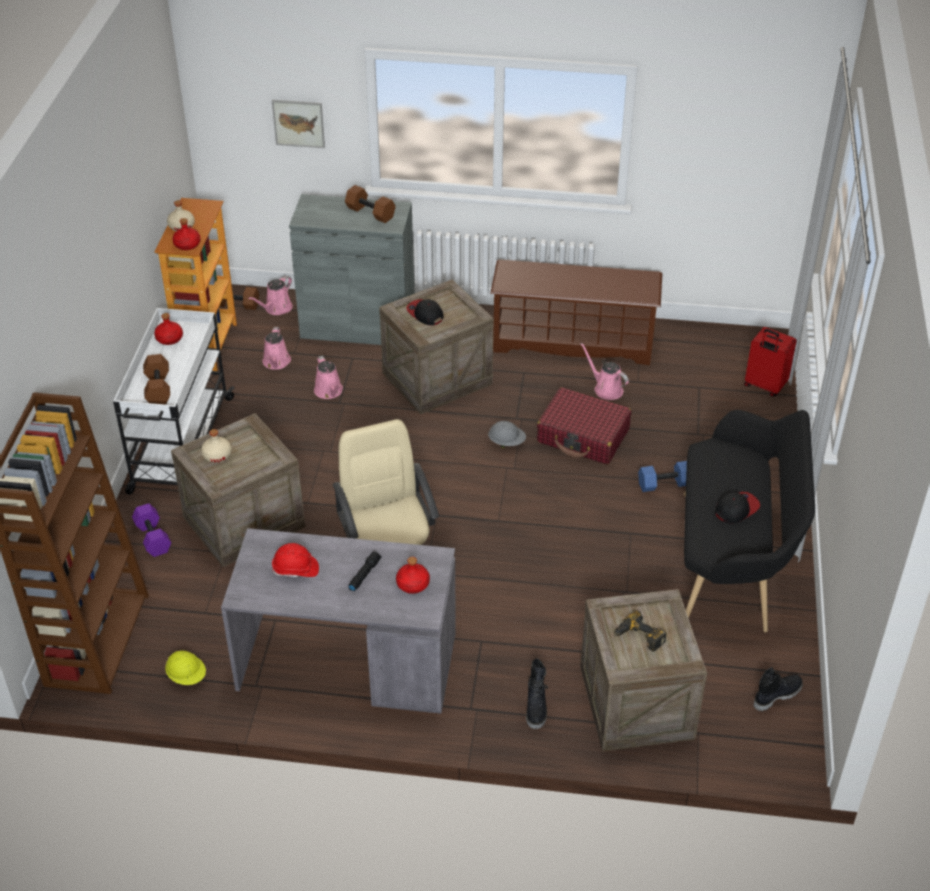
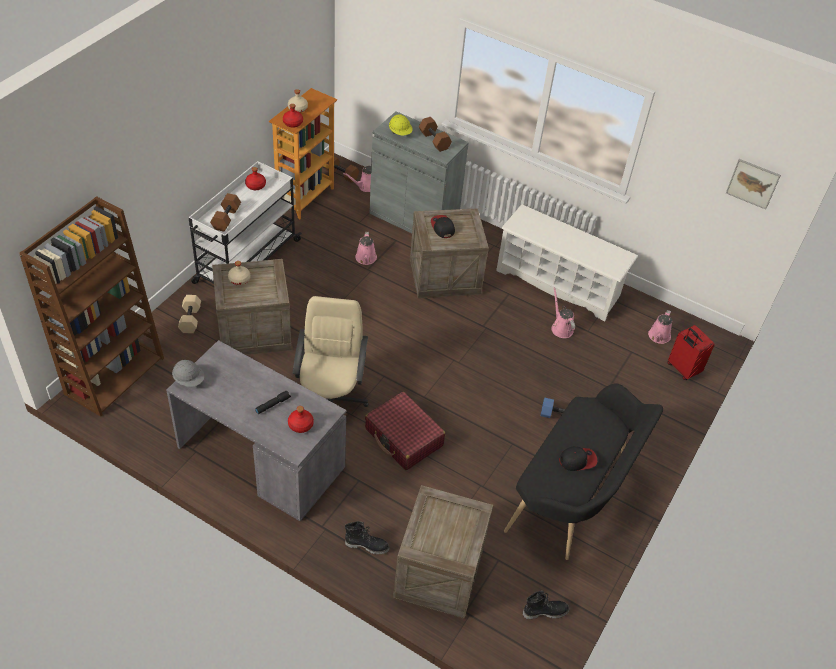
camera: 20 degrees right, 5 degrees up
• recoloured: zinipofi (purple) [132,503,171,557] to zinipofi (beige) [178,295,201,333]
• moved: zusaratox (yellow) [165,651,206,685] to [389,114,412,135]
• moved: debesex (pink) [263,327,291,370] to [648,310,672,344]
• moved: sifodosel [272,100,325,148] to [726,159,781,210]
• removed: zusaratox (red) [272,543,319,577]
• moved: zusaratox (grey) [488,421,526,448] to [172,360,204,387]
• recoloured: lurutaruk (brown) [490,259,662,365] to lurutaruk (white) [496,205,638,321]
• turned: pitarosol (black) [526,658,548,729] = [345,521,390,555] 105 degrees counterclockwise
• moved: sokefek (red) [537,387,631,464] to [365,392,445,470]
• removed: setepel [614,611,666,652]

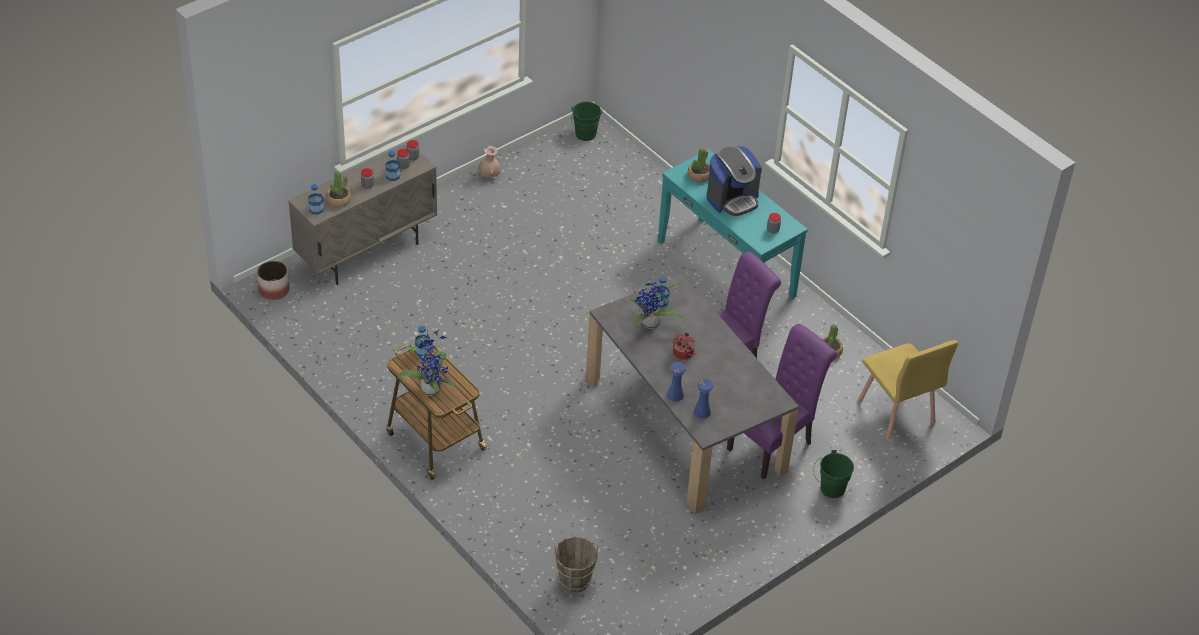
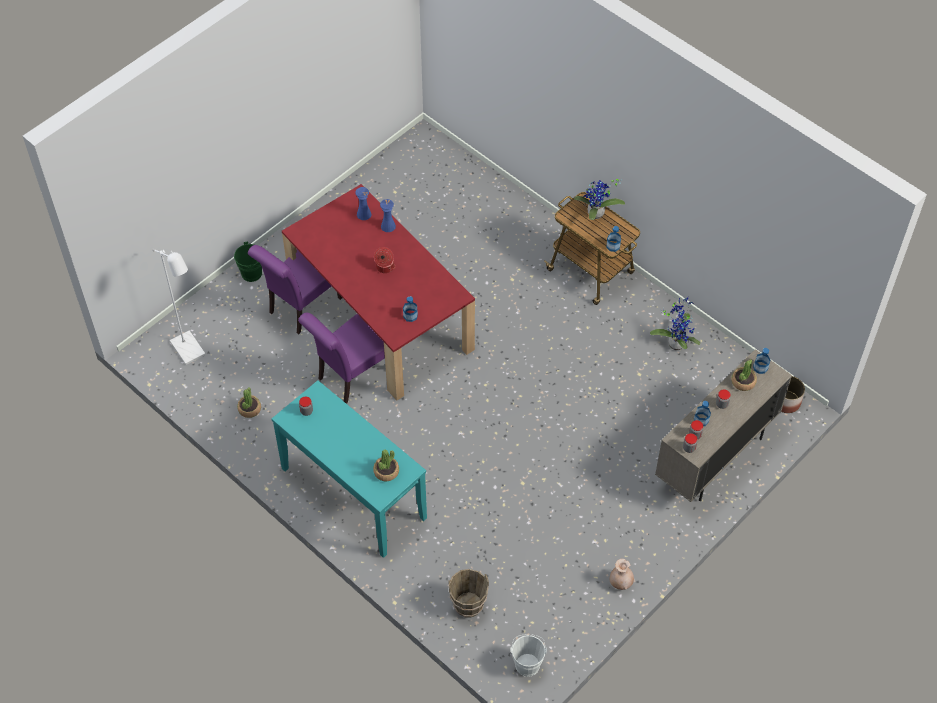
camera: 175 degrees right, 10 degrees up
• moved: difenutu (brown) [555,536,598,593] to [449,569,489,618]
• recoloured: difenutu (green) [571,102,603,141] to difenutu (white) [510,634,547,677]
• recoloured: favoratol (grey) [586,274,799,514] to favoratol (red) [282,184,475,400]
• moved: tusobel [629,282,683,329] to [650,296,700,350]
• removed: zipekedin [707,145,762,216]
• replaced: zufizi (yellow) [858,340,958,440] to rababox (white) [152,248,206,365]

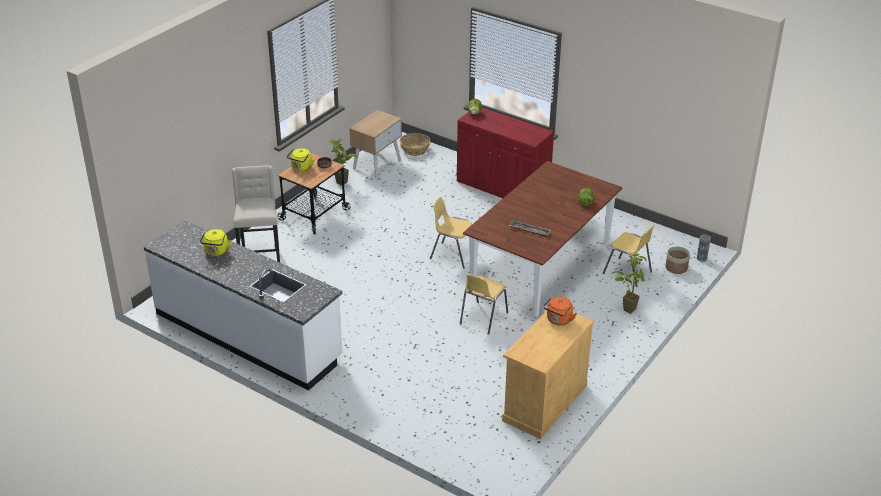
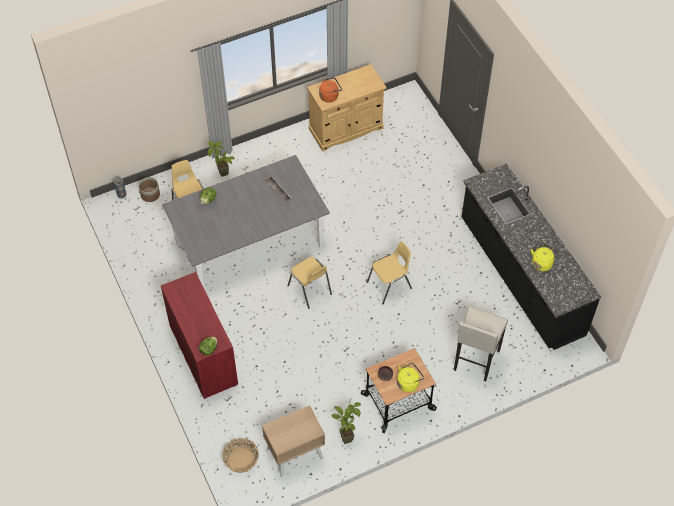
camera: 150 degrees left, 20 degrees up
• recoloured: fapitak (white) [144,220,342,391] to fapitak (black) [462,163,601,350]
• moved: zufizi (yellow) [460,274,508,335] to [367,241,412,304]
• recoloured: favoratol (brown) [463,161,622,317] to favoratol (grey) [162,155,330,289]

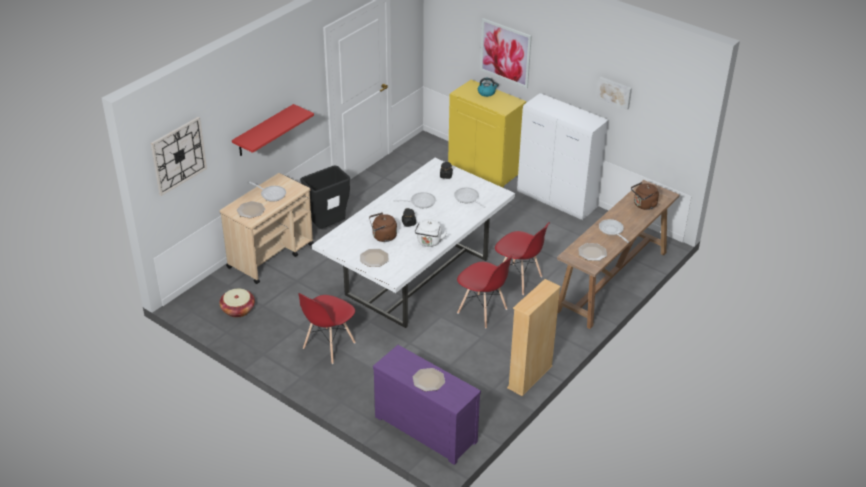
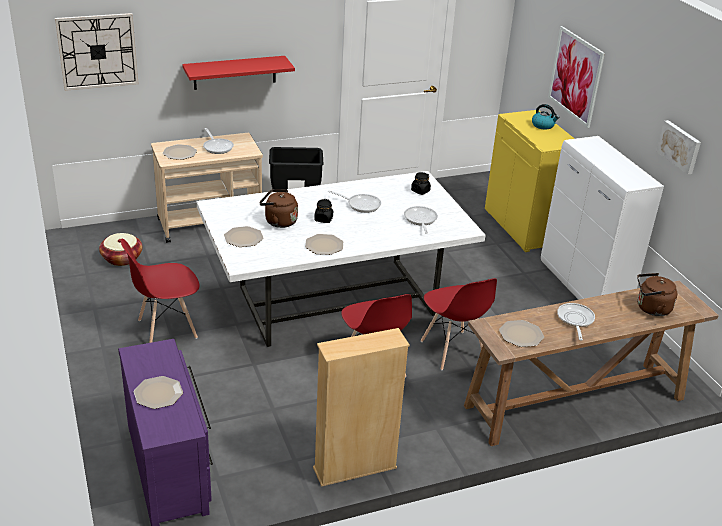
camera: 30 degrees right, 5 degrees down
• replaced: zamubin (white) [415,219,447,247] to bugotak [305,234,343,255]

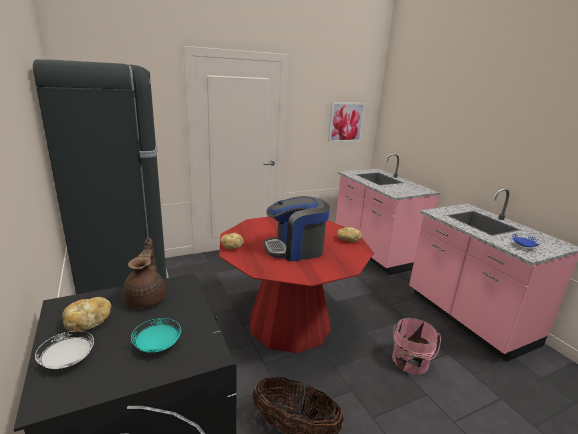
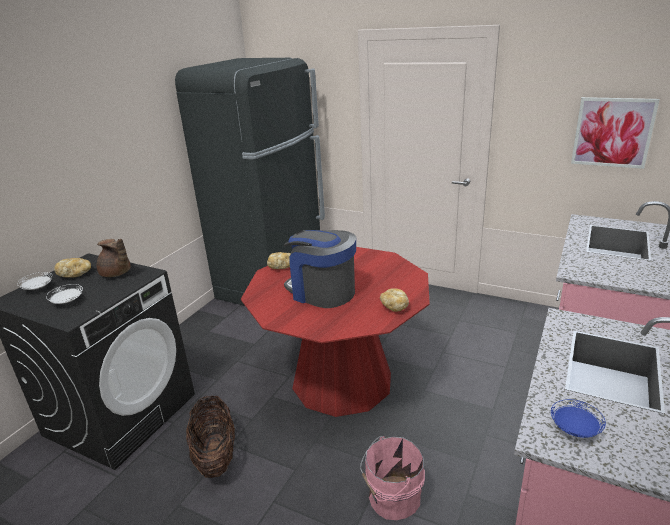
camera: 55 degrees right, 5 degrees up
• turned: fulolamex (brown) [123,238,166,308] = [96,239,131,277] 75 degrees clockwise
• recoloured: bugotak (turquoise) [131,318,181,353] to bugotak (white) [46,284,83,304]

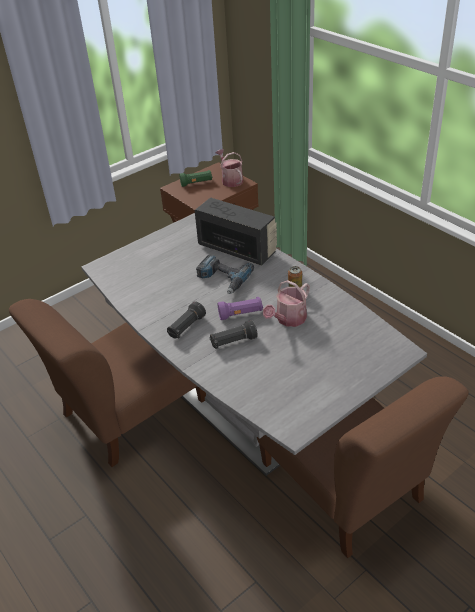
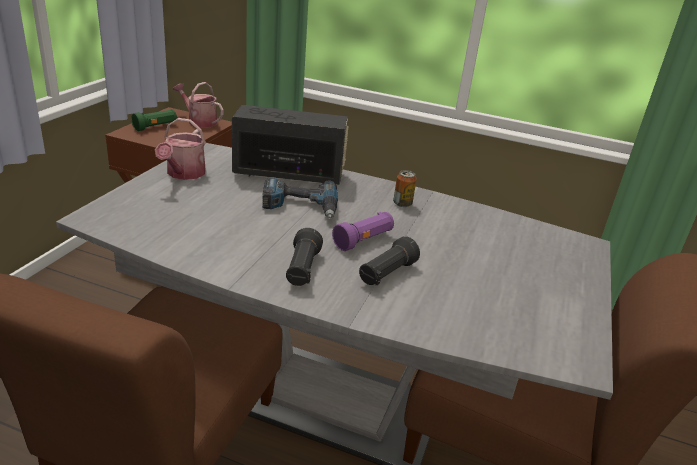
camera: 35 degrees left, 10 degrees down
• moved: debesex [263,280,310,327] to [155,118,206,180]

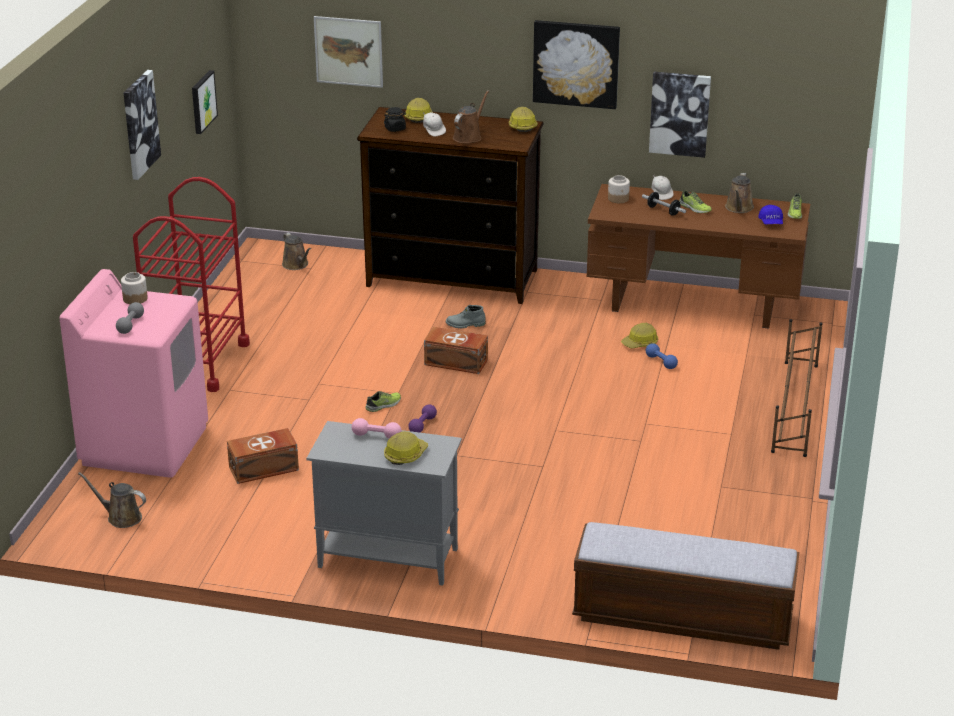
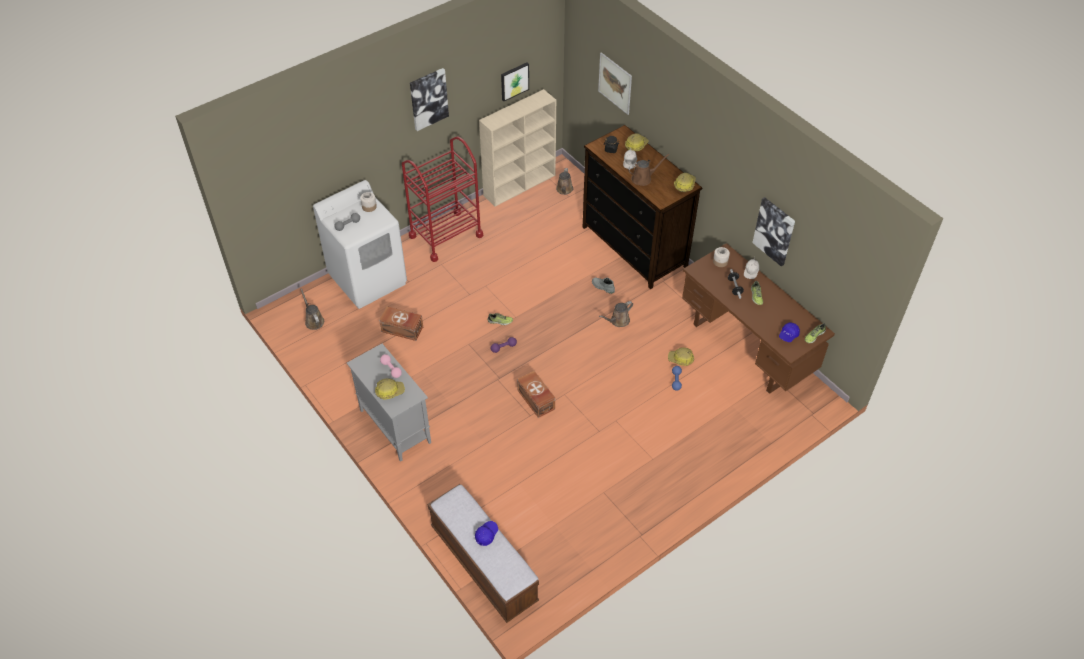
camera: 40 degrees right, 20 degrees up
• recoloured: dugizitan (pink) [60,269,208,478] to dugizitan (white) [313,180,407,309]
• moved: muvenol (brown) [424,327,488,374] to [517,371,555,418]
• removed: sifodosel [533,20,620,109]
• moved: debesex (brown) [725,173,754,213] to [599,301,633,327]
• removed: lurutaruk (brown) [771,319,823,457]
• added: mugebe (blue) [475,521,498,546]
• added: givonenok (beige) [479,89,556,207]

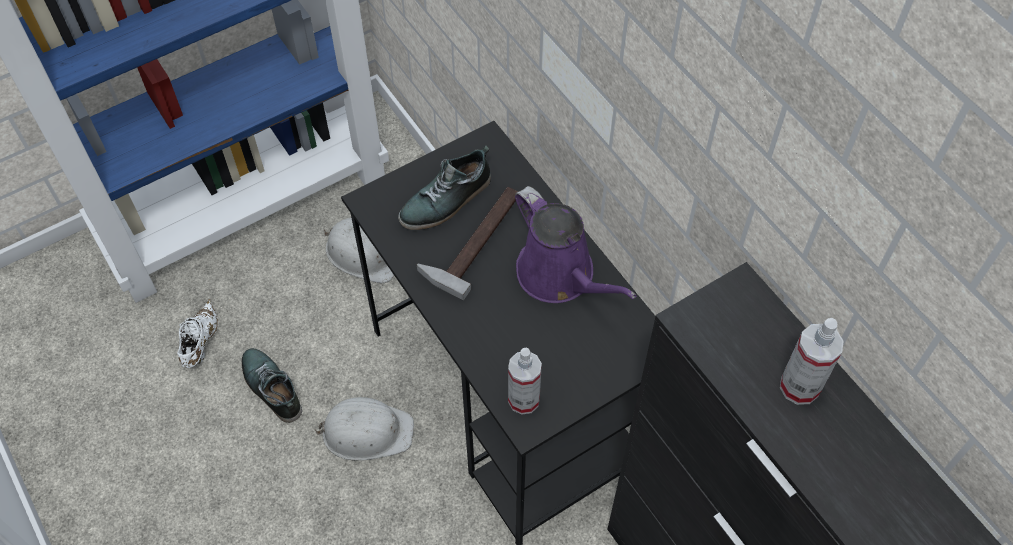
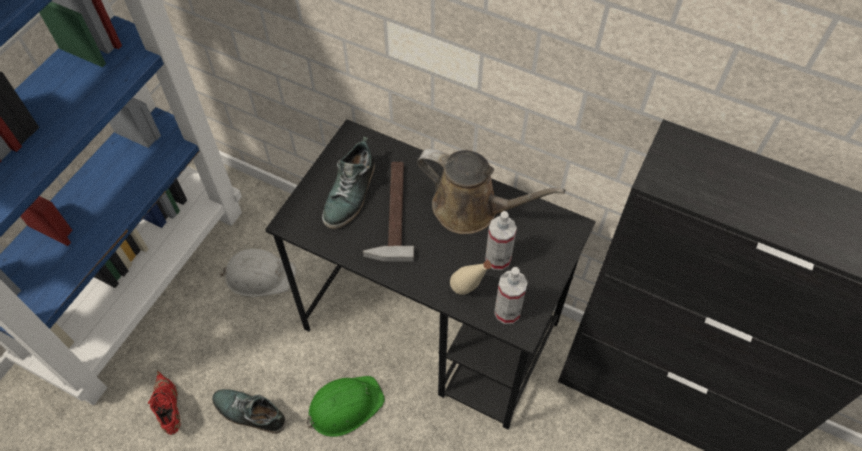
camera: 30 degrees left, 0 degrees up
• recoloured: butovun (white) [177,299,218,368] to butovun (red) [148,371,180,435]
• recoloured: zusaratox (white) [315,397,414,461] to zusaratox (green) [306,376,385,437]
• recoloured: debesex (purple) [515,186,637,303] to debesex (brown) [417,149,565,234]
• moved: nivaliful [780,318,844,405] to [485,211,517,270]
• added: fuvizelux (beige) [450,261,492,295]

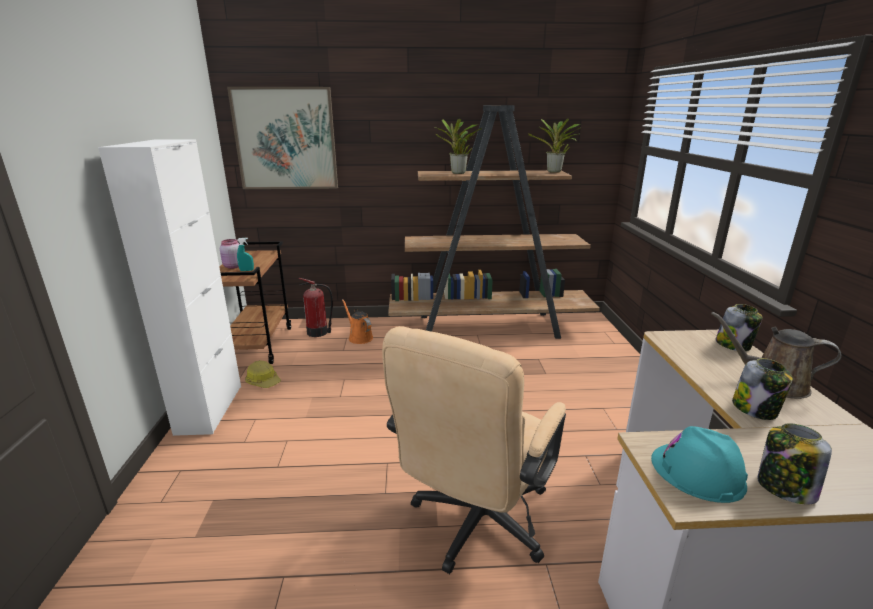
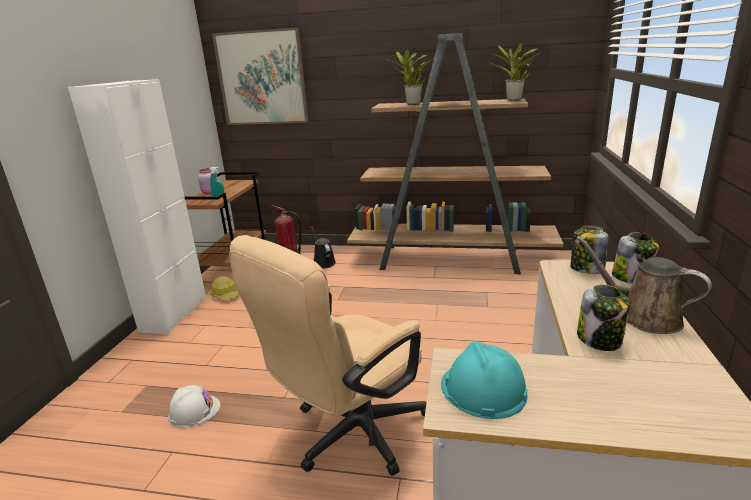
camera: 15 degrees right, 0 degrees up
• recoloured: debesex (orange) [342,299,373,344] to debesex (black) [311,227,336,268]
• moved: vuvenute [757,423,832,505] to [570,225,609,274]
• added: zusaratox (white) [168,385,220,428]

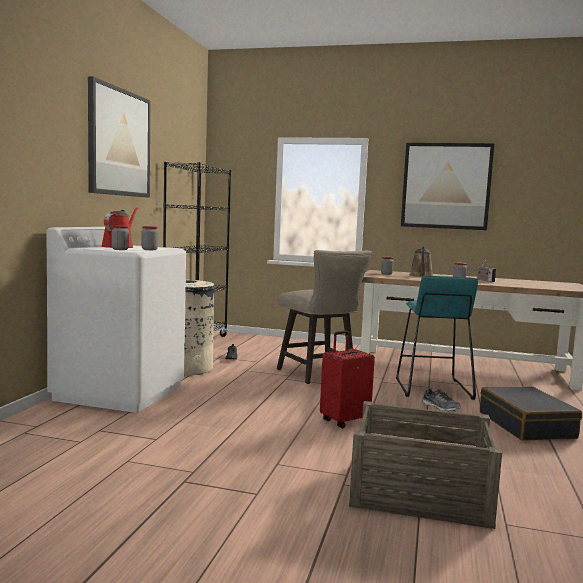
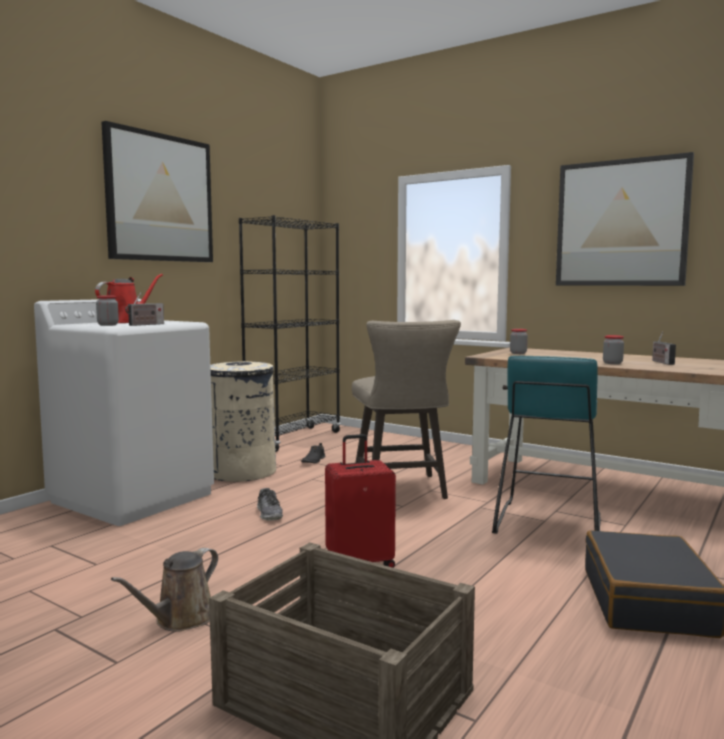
camera: 20 degrees right, 0 degrees up
• replaced: vuvenute [141,226,158,250] to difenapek [125,292,164,326]
• moved: debesex (brown) [409,247,433,277] to [111,548,218,632]
• moved: butovun [421,388,461,412] to [257,488,283,521]

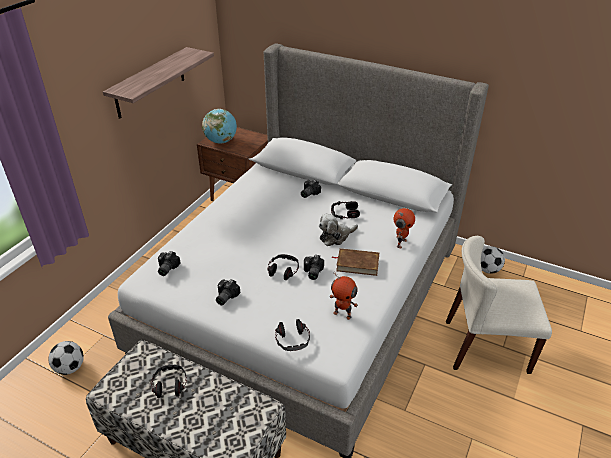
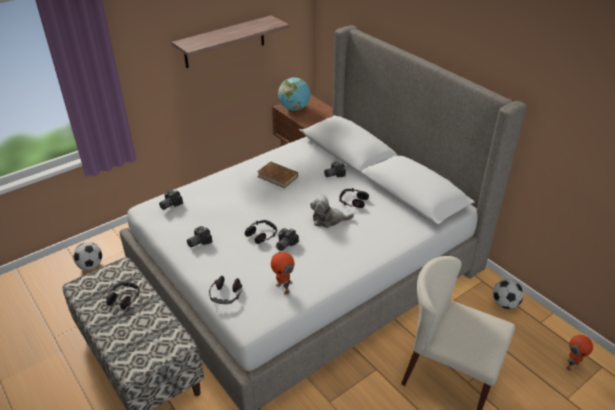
camera: 25 degrees right, 0 degrees up
• moved: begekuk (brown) [331,248,379,276] to [257,161,298,188]
• moved: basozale [394,208,415,249] to [566,335,593,371]

